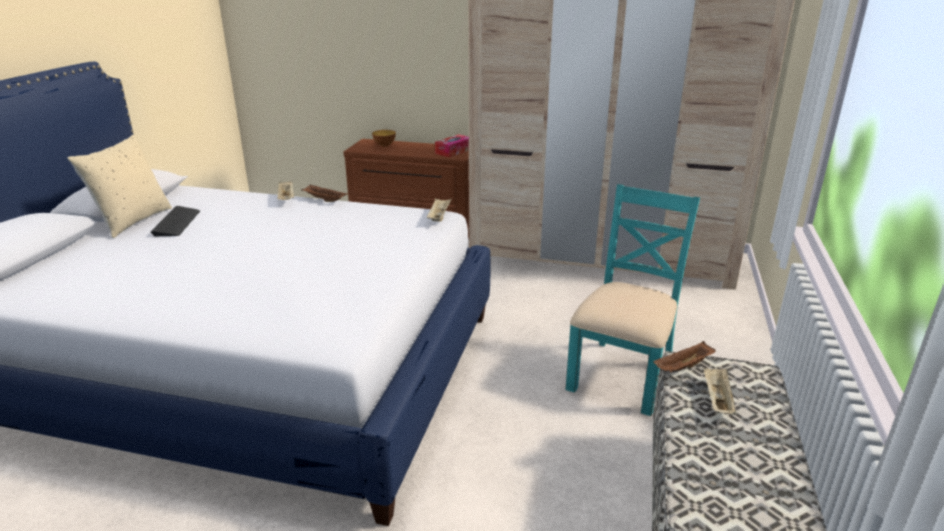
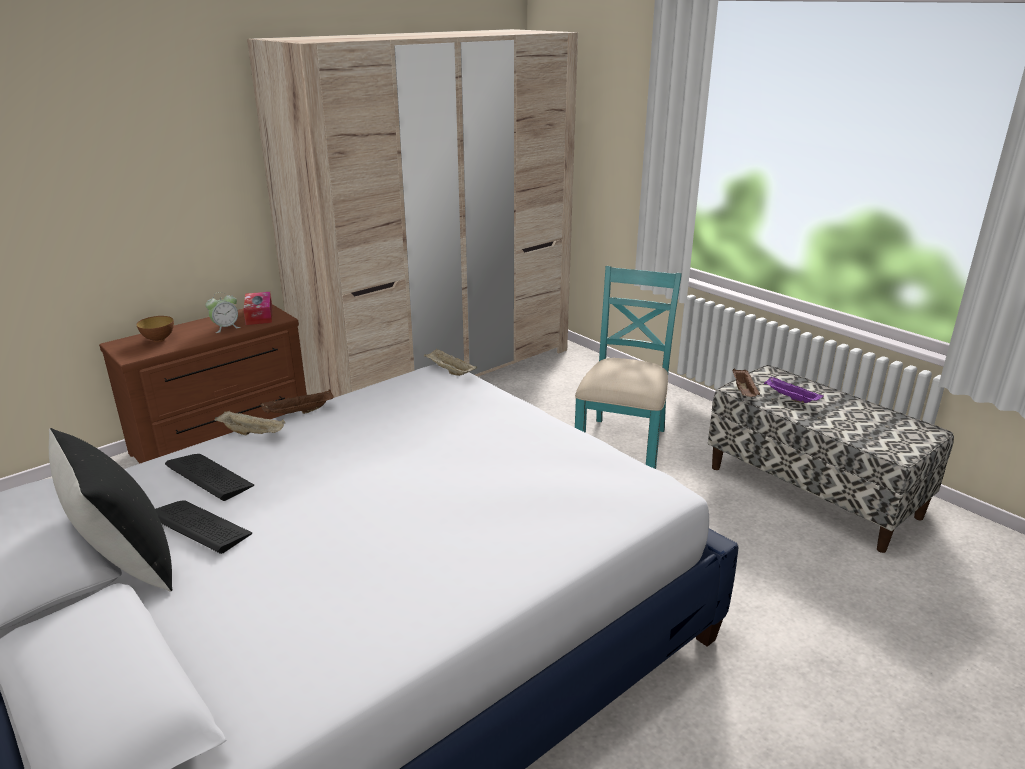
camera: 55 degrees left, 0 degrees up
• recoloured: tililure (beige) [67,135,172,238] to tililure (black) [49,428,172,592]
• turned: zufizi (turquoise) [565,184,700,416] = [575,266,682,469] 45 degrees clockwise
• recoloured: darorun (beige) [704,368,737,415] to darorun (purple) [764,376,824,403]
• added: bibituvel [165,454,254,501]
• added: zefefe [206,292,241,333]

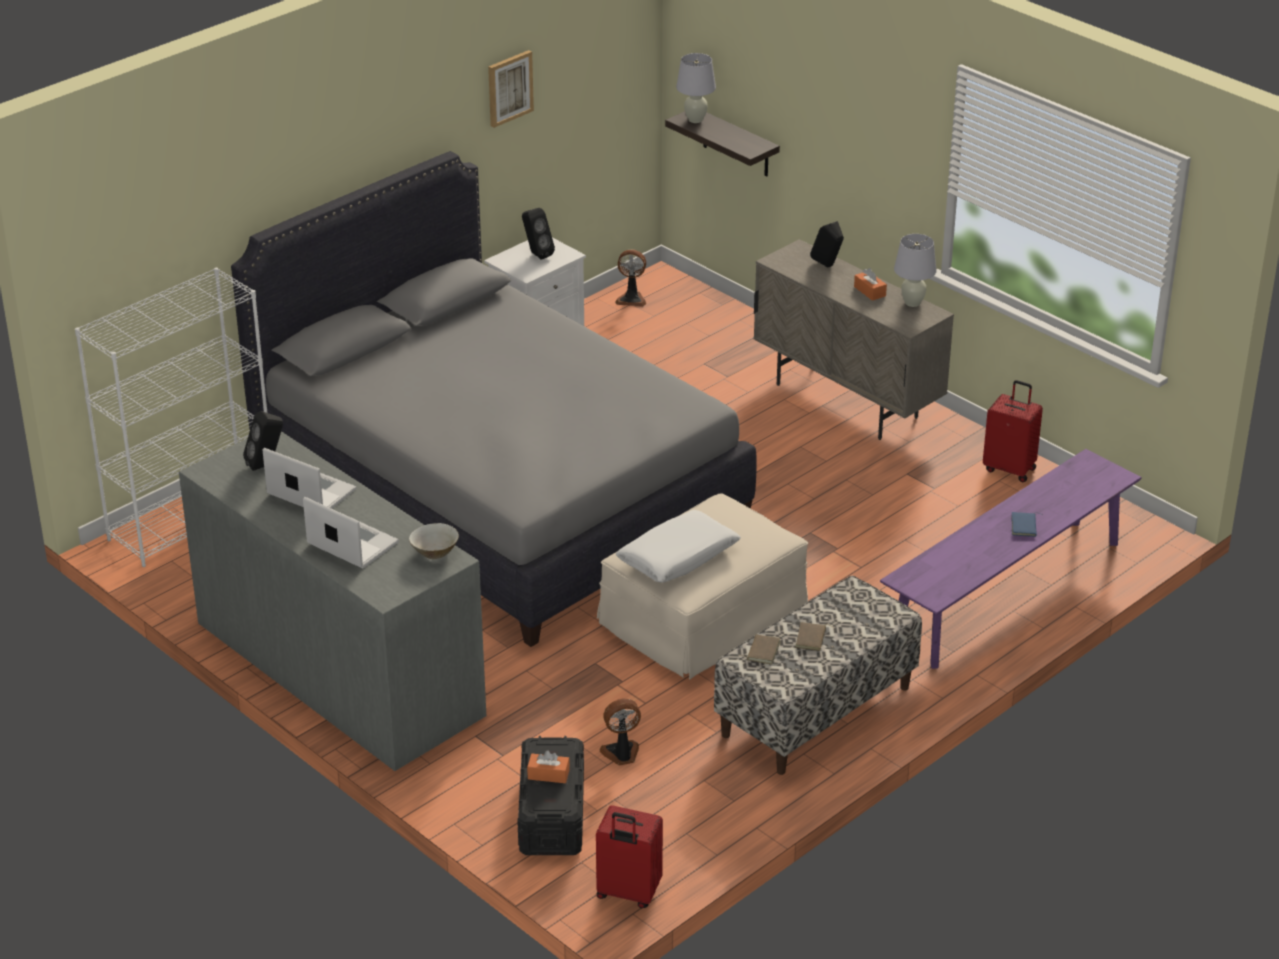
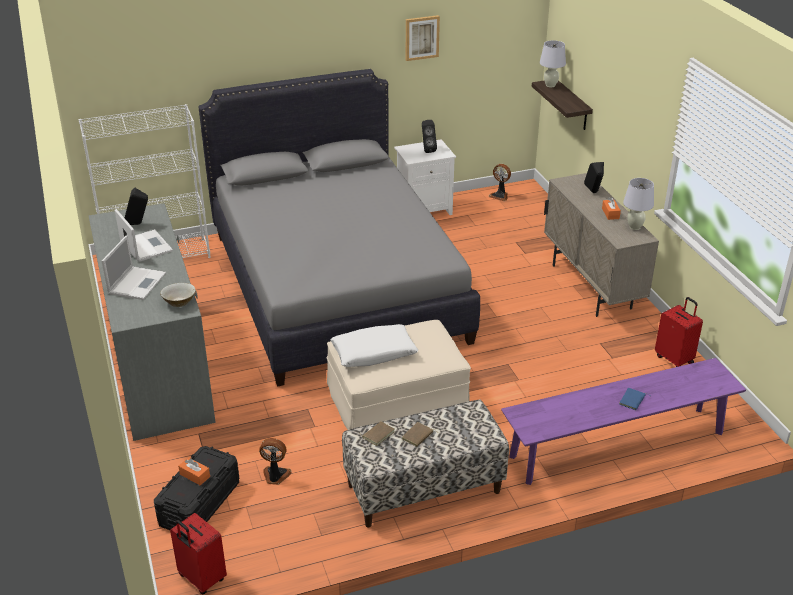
camera: 25 degrees right, 0 degrees up
• turned: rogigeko [303,497,399,568] = [102,235,166,300] 45 degrees clockwise

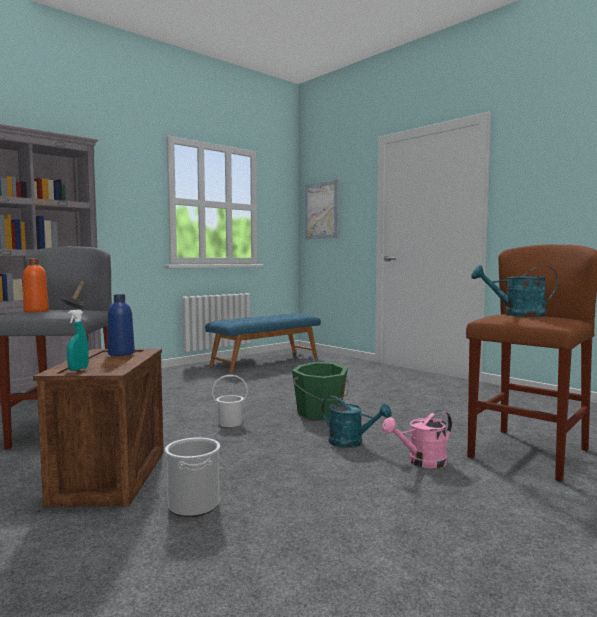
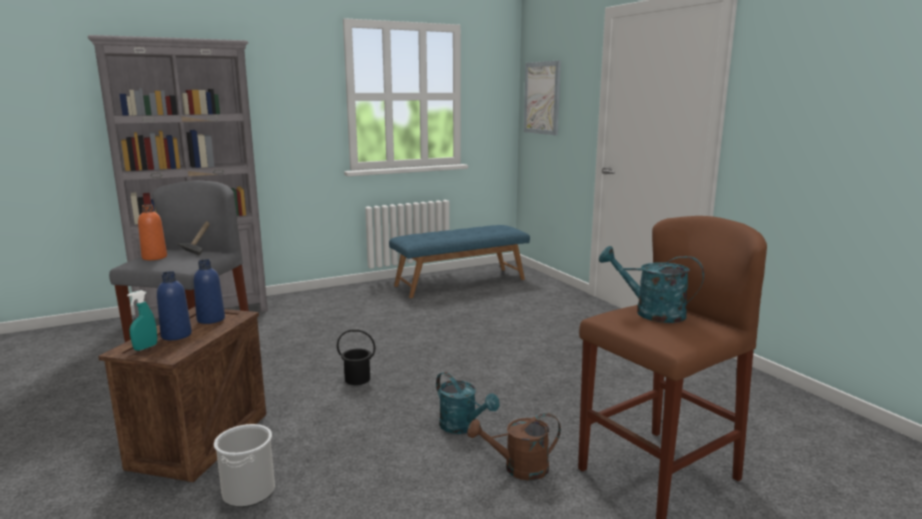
camera: 15 degrees right, 10 degrees up
• recoloured: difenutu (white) [212,375,248,427] to difenutu (black) [337,329,375,385]
• removed: difenutu (green) [292,362,350,420]
• recoloured: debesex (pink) [382,410,452,468] to debesex (brown) [467,413,561,481]
• added: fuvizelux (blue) [157,271,192,340]

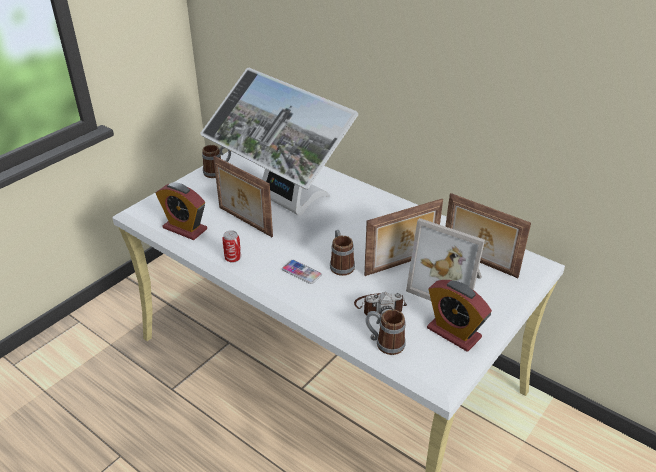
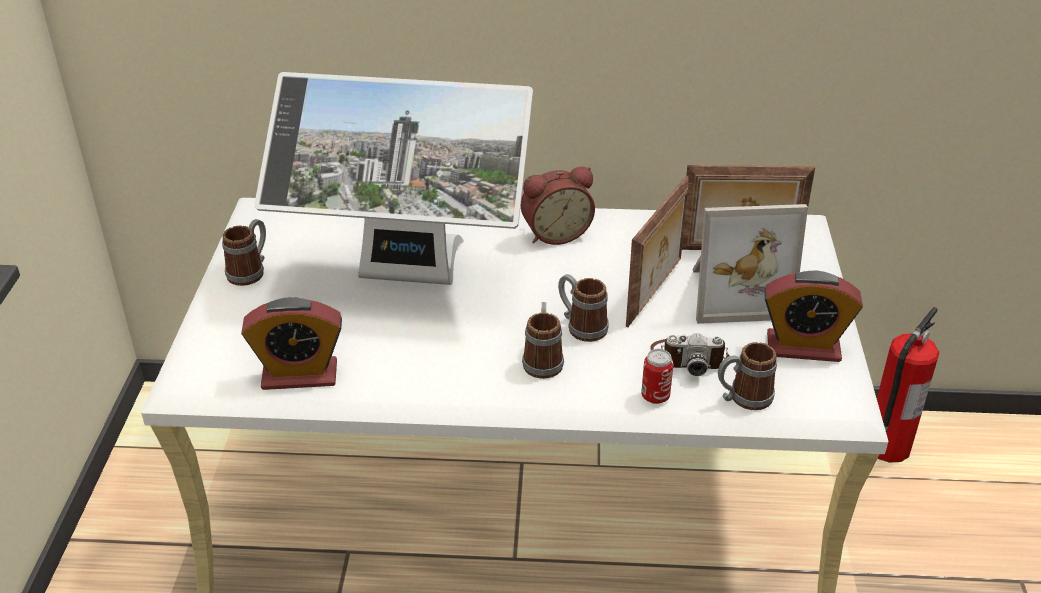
camera: 35 degrees left, 0 degrees up
• removed: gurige [213,156,273,237]
• moved: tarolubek [222,230,241,263] to [641,349,673,404]
• replaced: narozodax [282,260,322,284] to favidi [522,302,564,379]
• turned: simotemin [354,292,407,317] = [650,333,729,376] 45 degrees clockwise
• added: zefefe [521,167,595,245]
• added: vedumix [877,307,939,463]

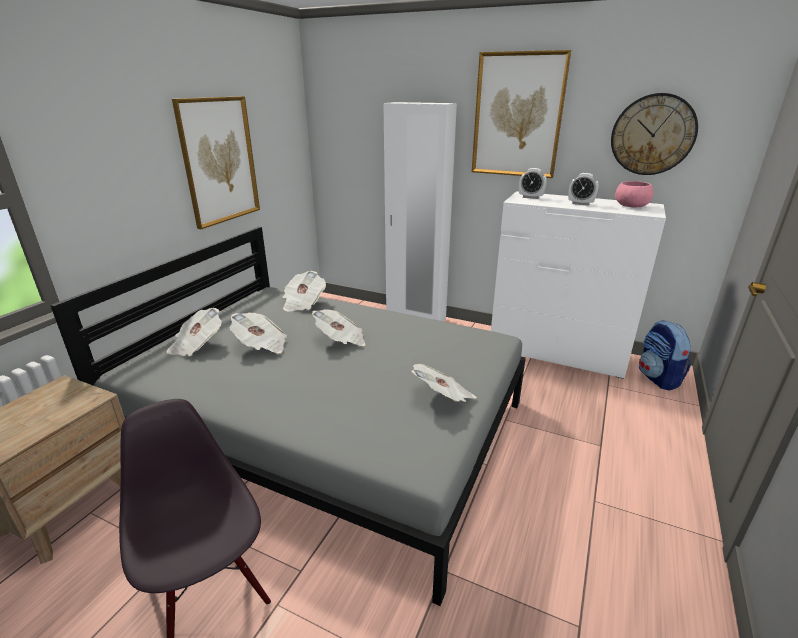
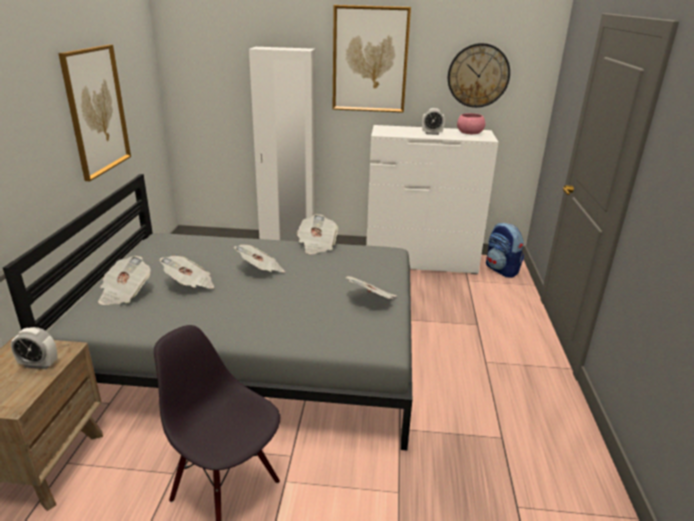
camera: 20 degrees left, 0 degrees up
• moved: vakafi [283,271,326,312] to [297,214,338,254]
• moved: zefefe [519,168,547,199] to [11,327,58,369]

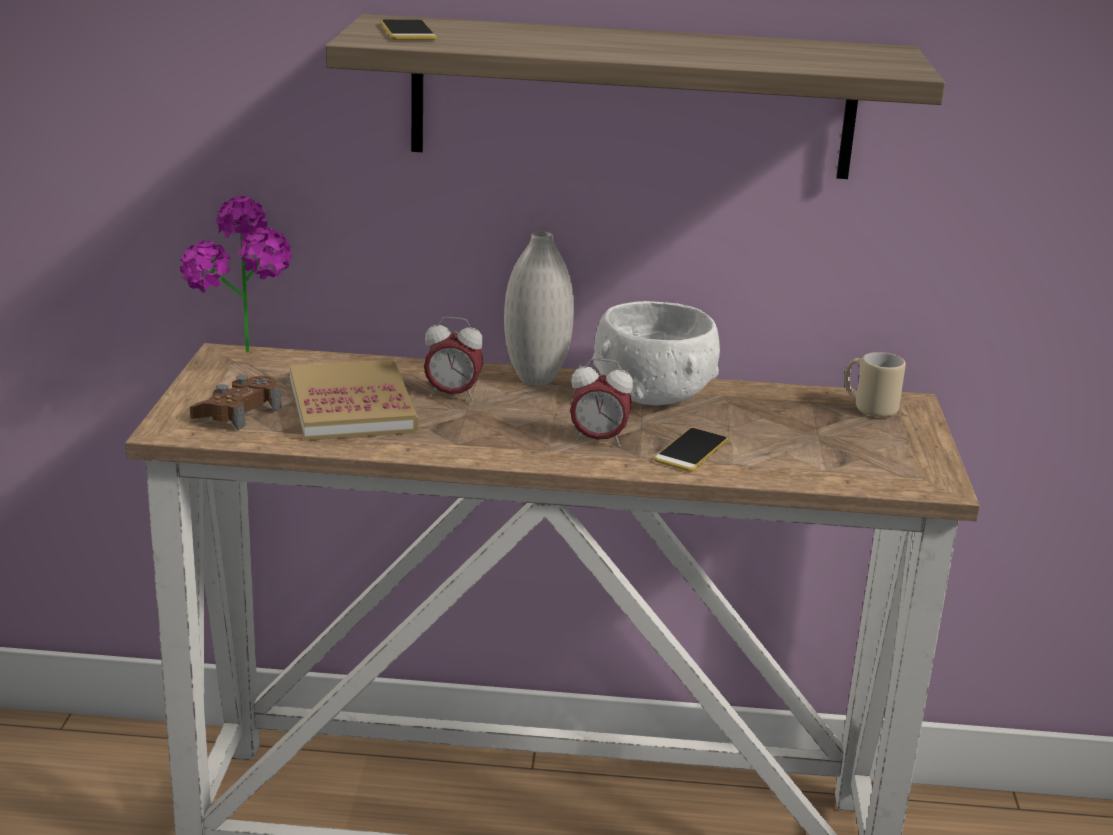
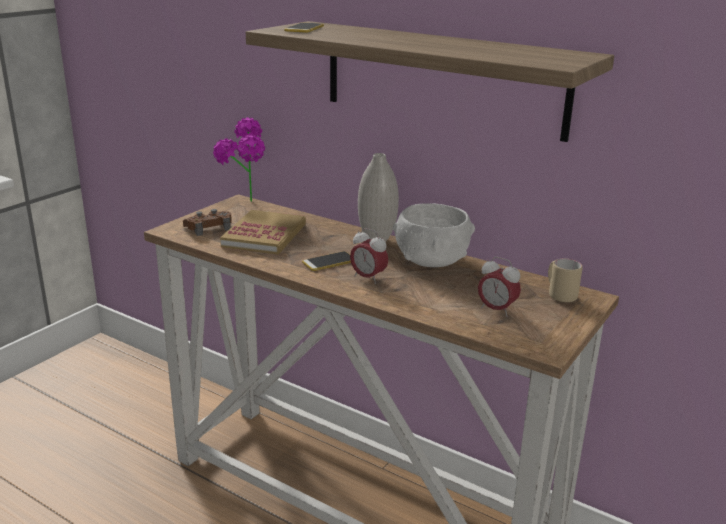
camera: 30 degrees right, 0 degrees up
• moved: zefefe [424,317,483,401] to [478,257,521,317]
• moved: narozodax [654,428,728,472] to [302,251,351,271]

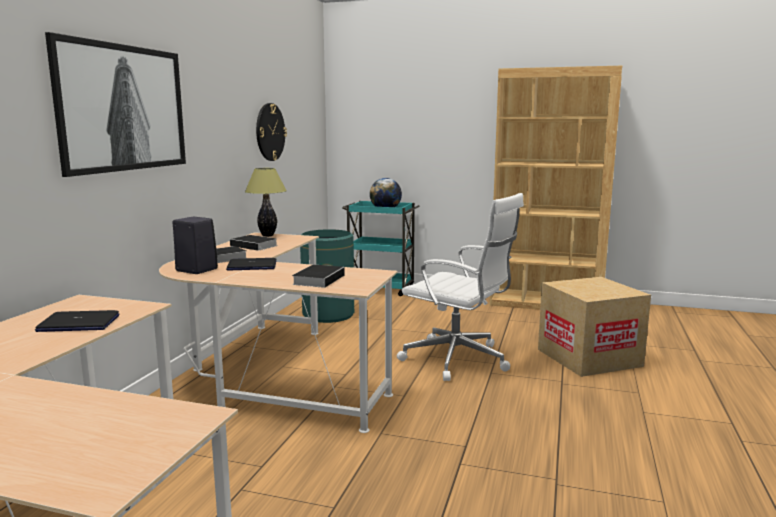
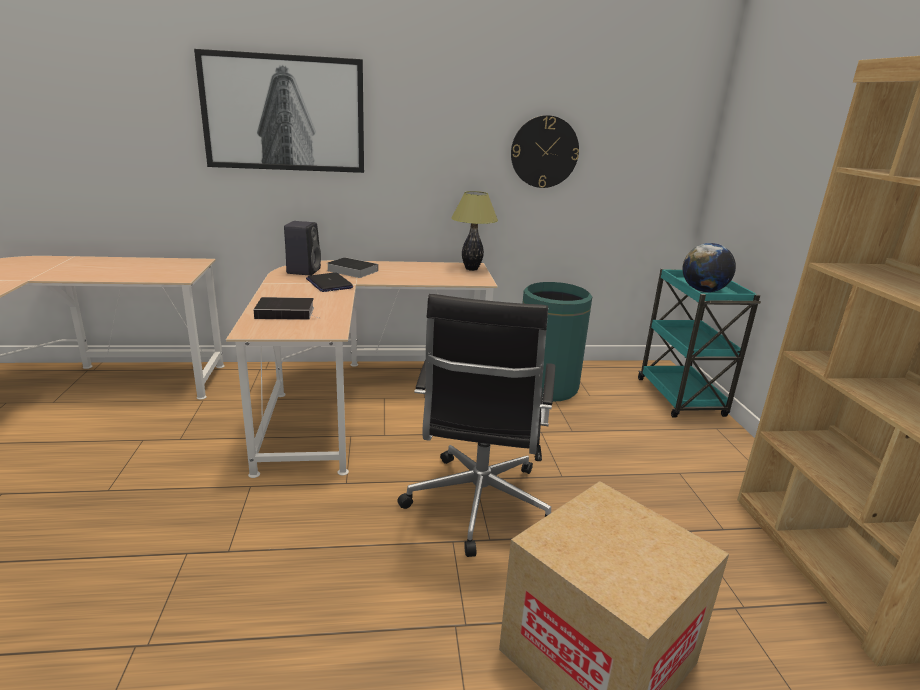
camera: 65 degrees right, 10 degrees up
• removed: rogigeko [35,310,119,332]
• removed: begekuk [230,235,277,251]
• recoloured: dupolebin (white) [397,193,524,381] to dupolebin (black) [397,294,555,557]

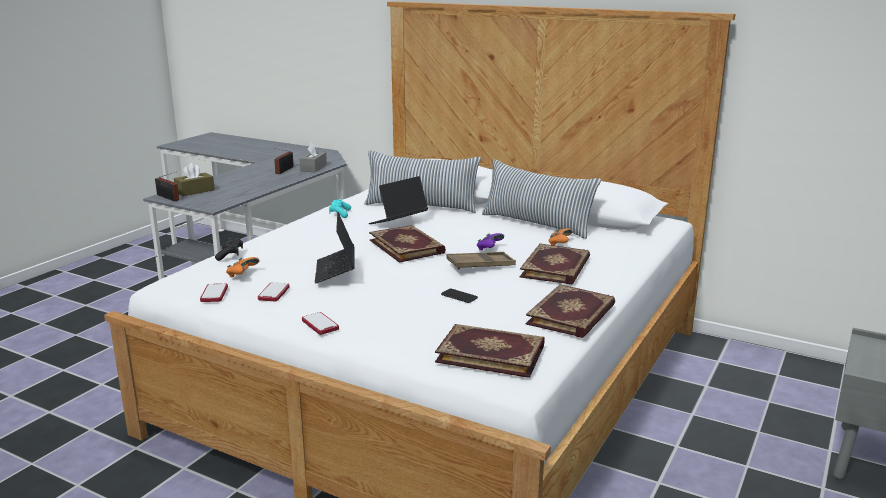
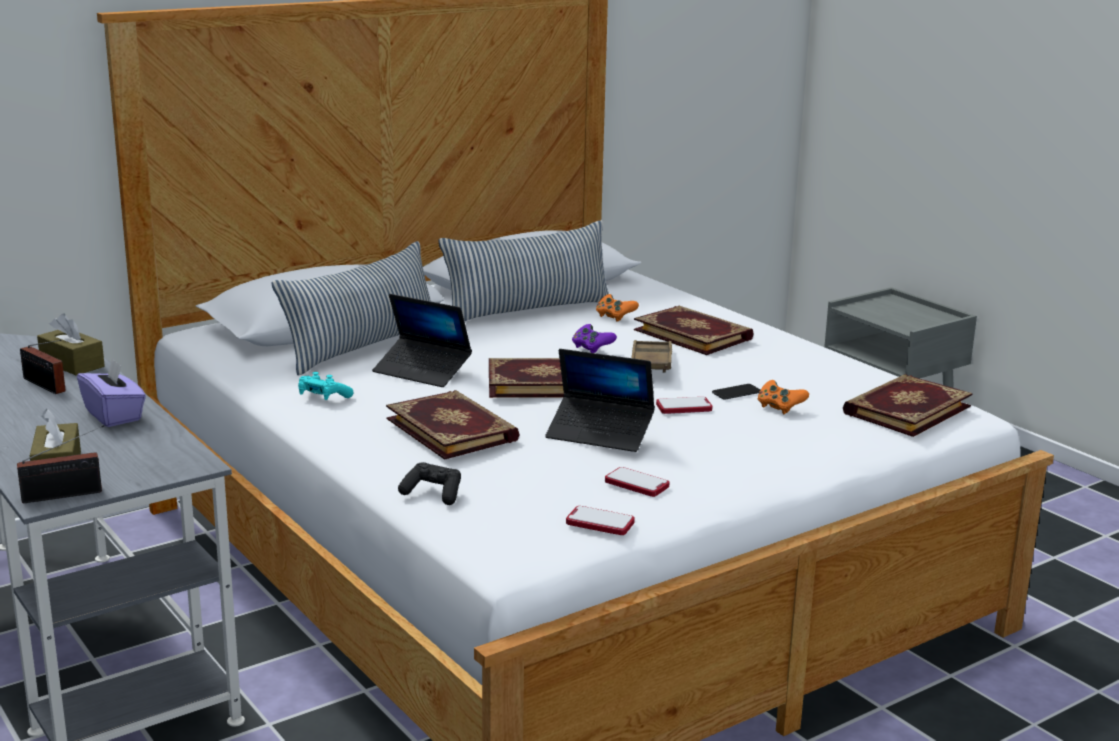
camera: 65 degrees left, 0 degrees up
• moved: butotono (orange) [226,257,260,277] to [758,380,809,414]
• recoloured: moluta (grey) [299,143,327,172] to moluta (brown) [37,313,105,375]
• moved: narozodax [302,312,339,335] to [656,397,712,414]
• turned: rogigeko [369,176,428,224] = [372,294,472,387] 45 degrees counterclockwise
• moved: begekuk [526,284,615,338] to [386,390,520,460]
• added: moluta (purple) [77,358,146,427]

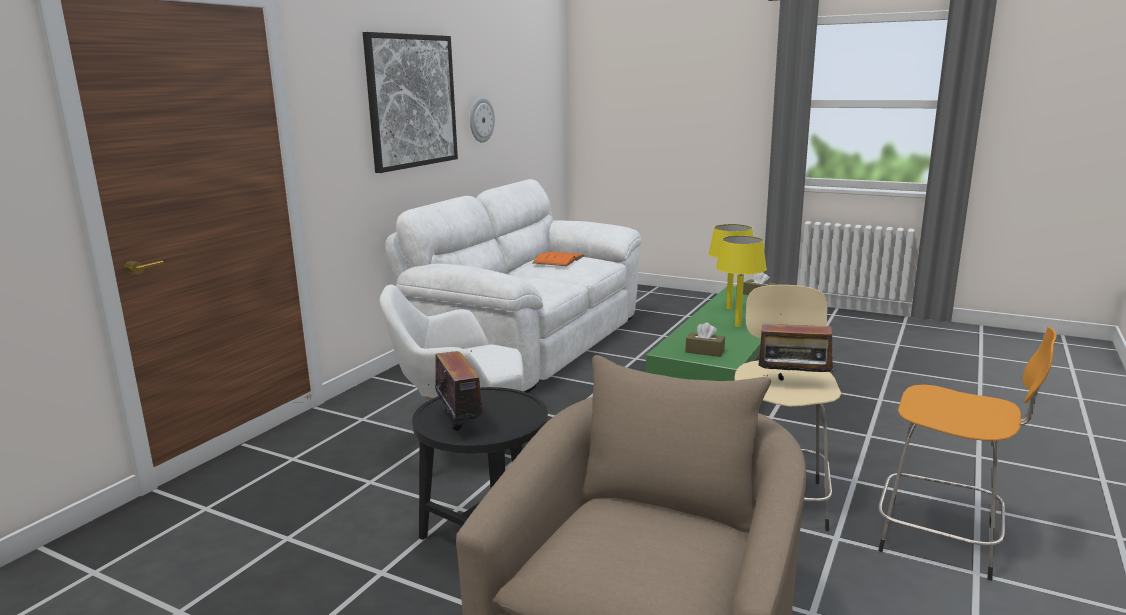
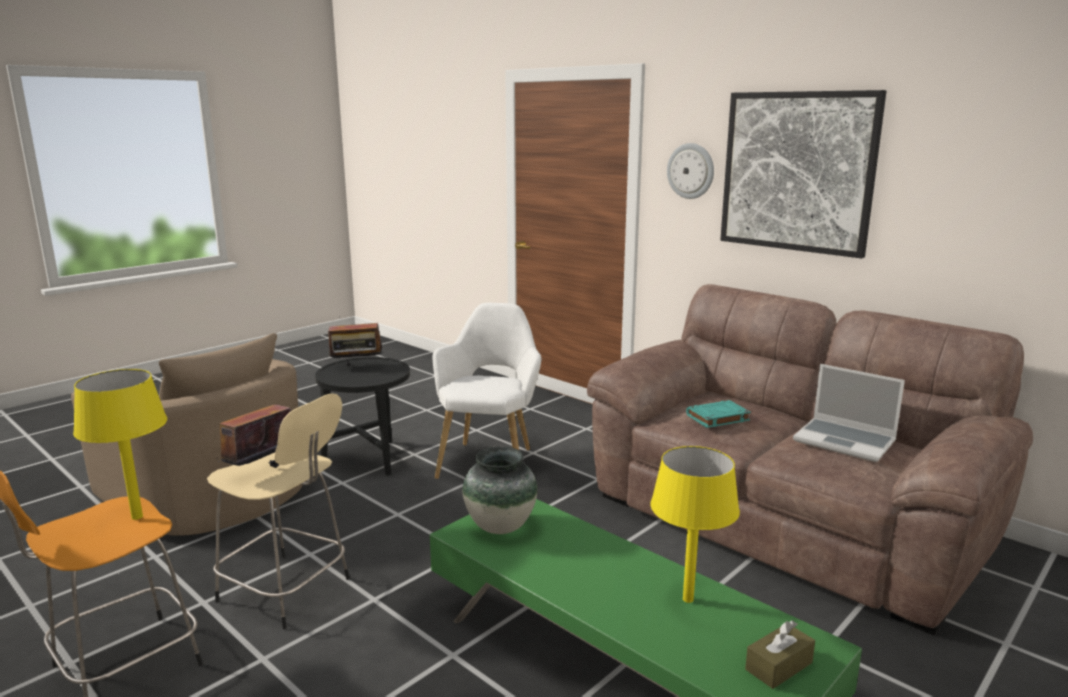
camera: 105 degrees right, 0 degrees up
• recoloured: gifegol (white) [385,179,641,393] to gifegol (brown) [587,284,1033,635]
• moved: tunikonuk [470,98,495,143] to [667,143,714,199]
• replaced: begekuk (orange) [533,252,585,266] to rogigeko [793,364,905,462]
• replaced: moluta (brown) [685,322,725,357] to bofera [463,446,537,534]
• moved: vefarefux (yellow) [716,236,767,327] to [73,369,167,520]
• added: begekuk (turquoise) [686,400,751,428]

